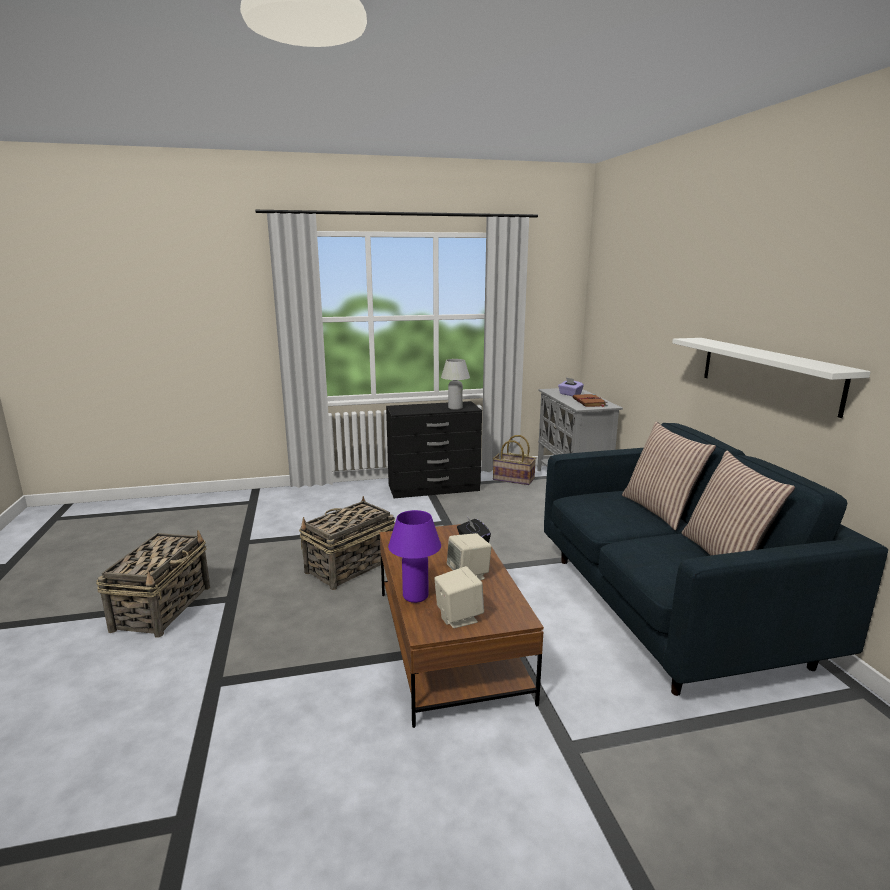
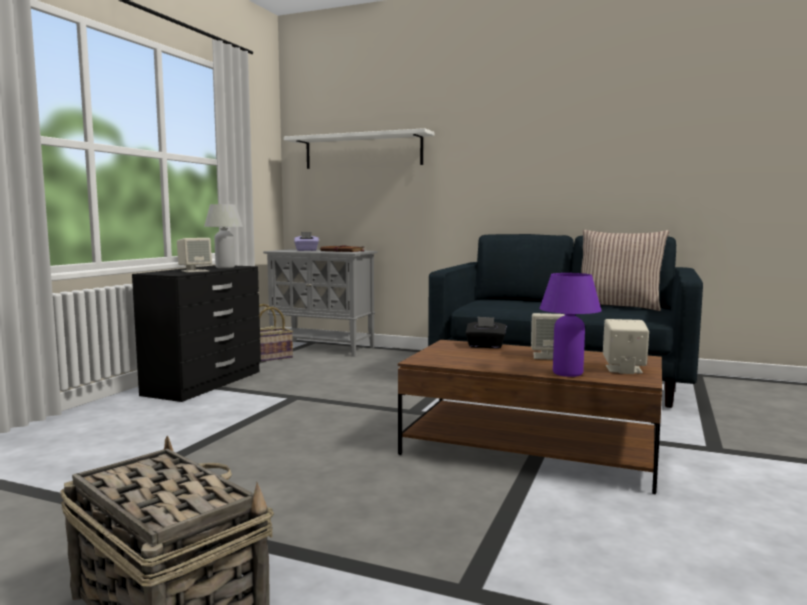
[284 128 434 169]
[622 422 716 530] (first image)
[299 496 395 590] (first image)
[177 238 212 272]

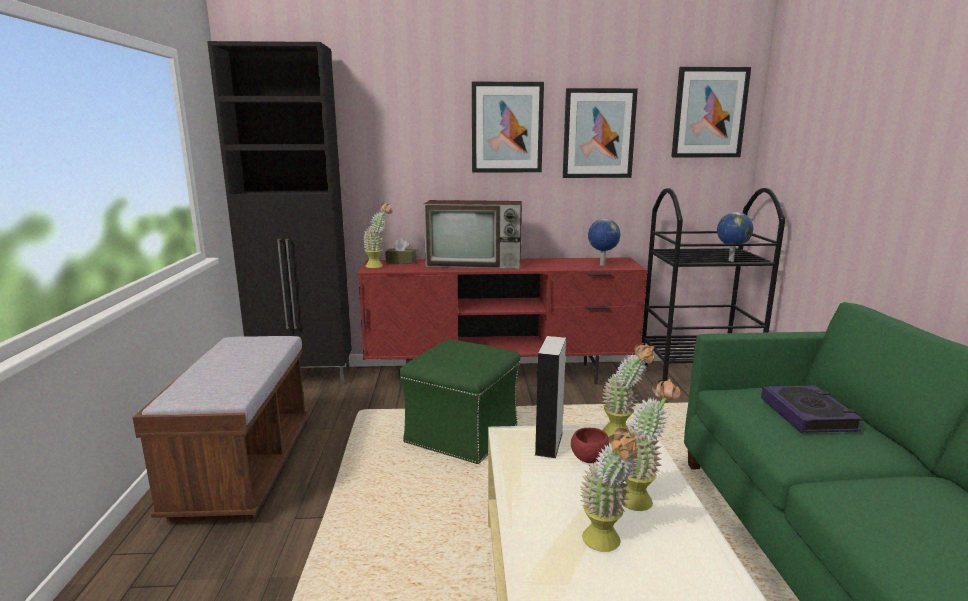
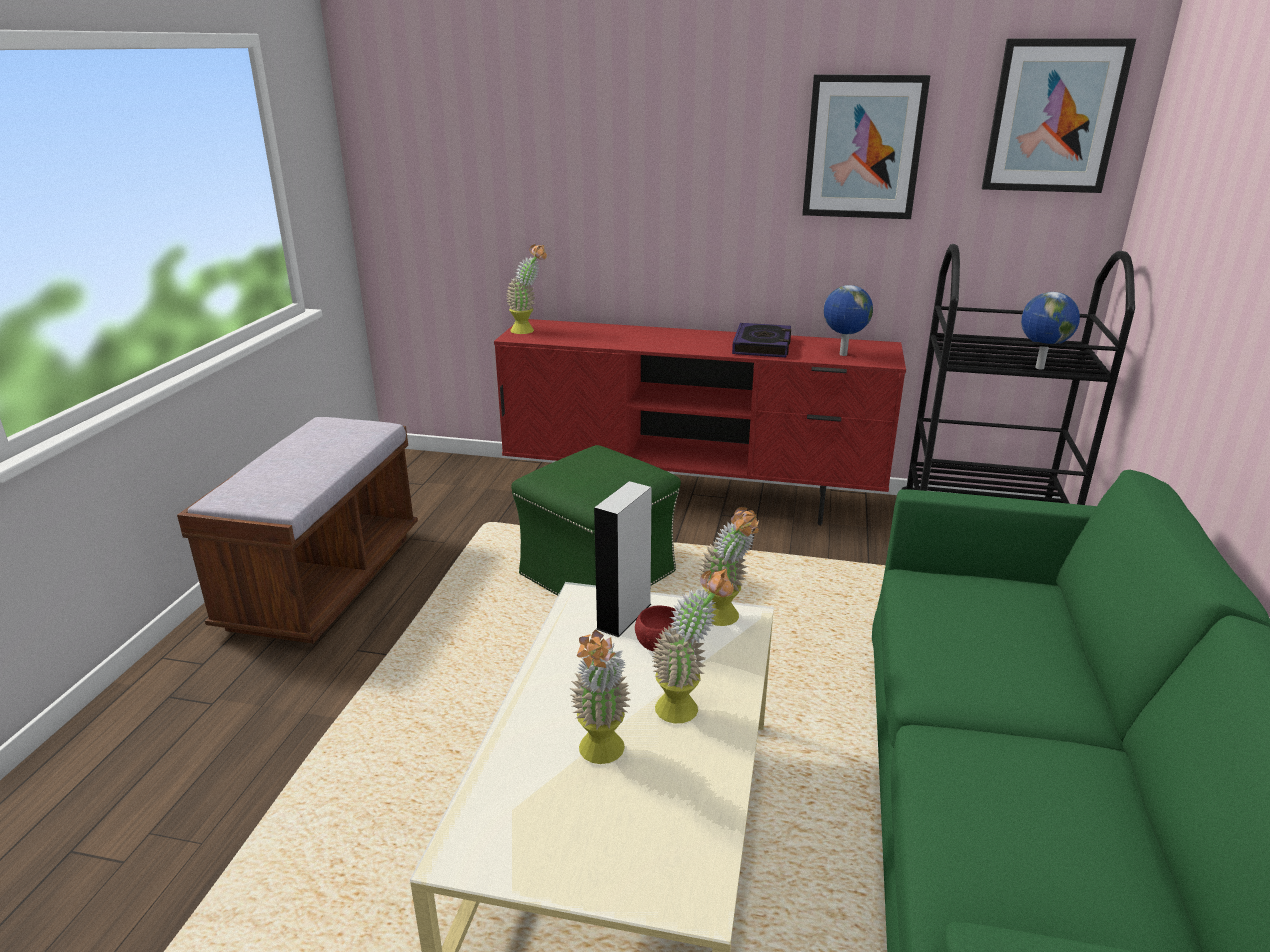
[207 41 352 385] (first image)
[472 82 544 173] (first image)
[424 200 522 269] (first image)
[385 238 417 264] (first image)
[732 323 791 358]

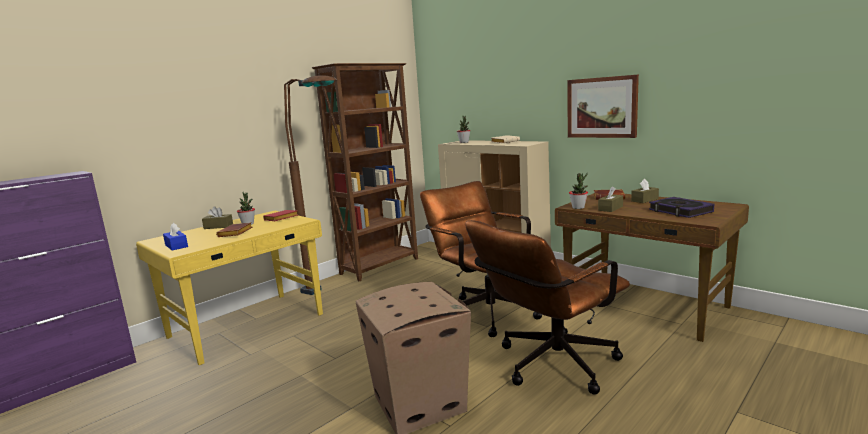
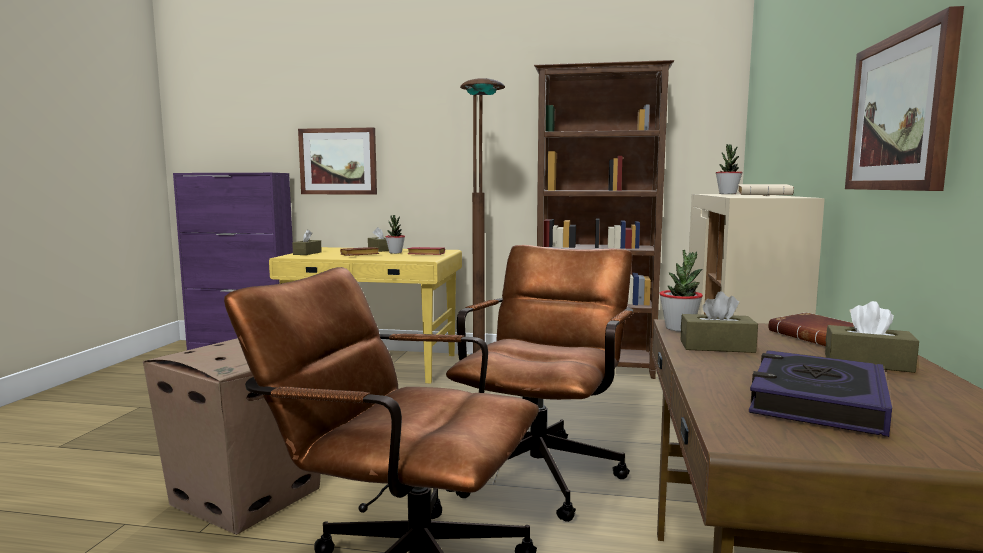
[292 229 322 255]
[298 128 377 195]

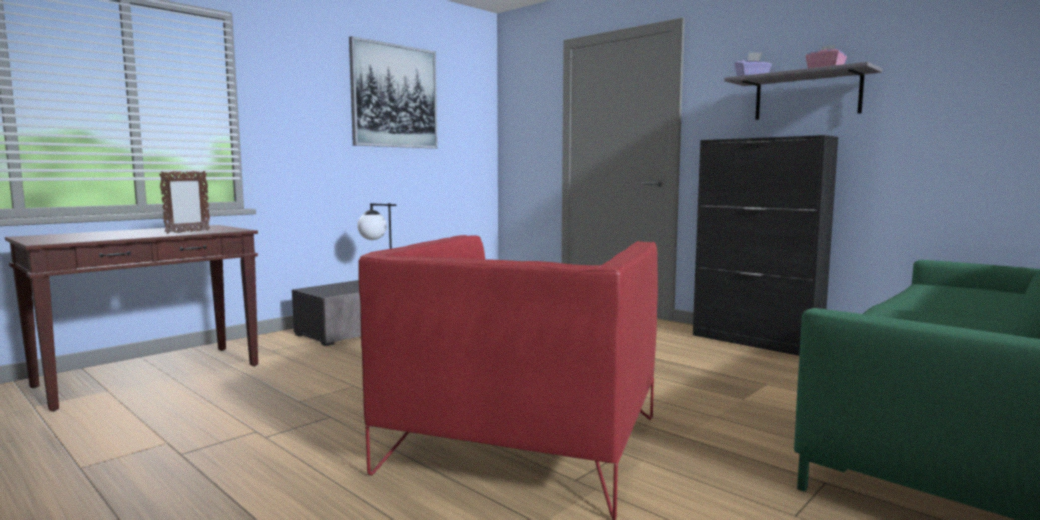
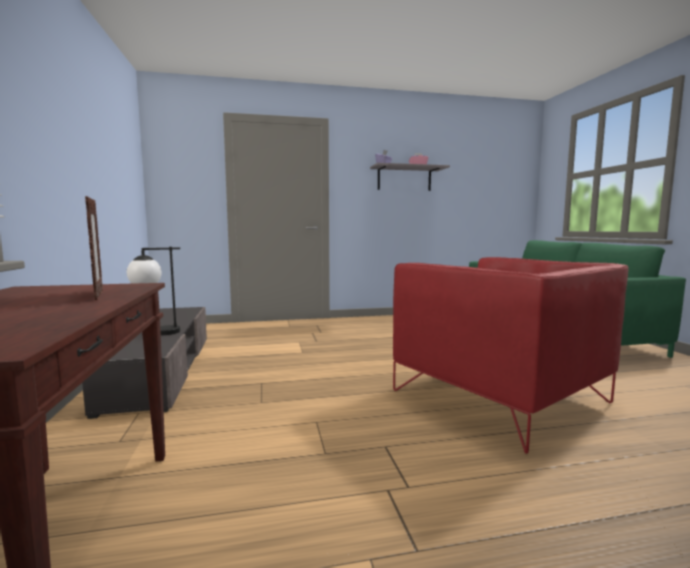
[349 36 438 148] (first image)
[693 135 838 356] (first image)

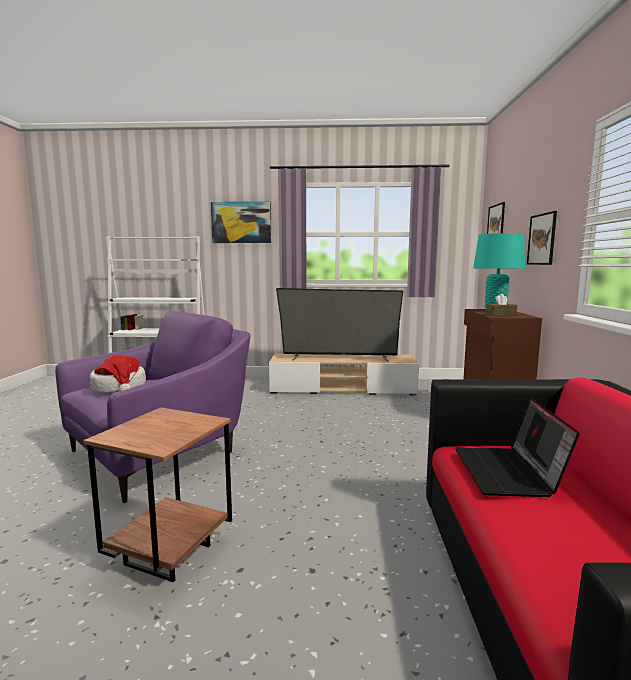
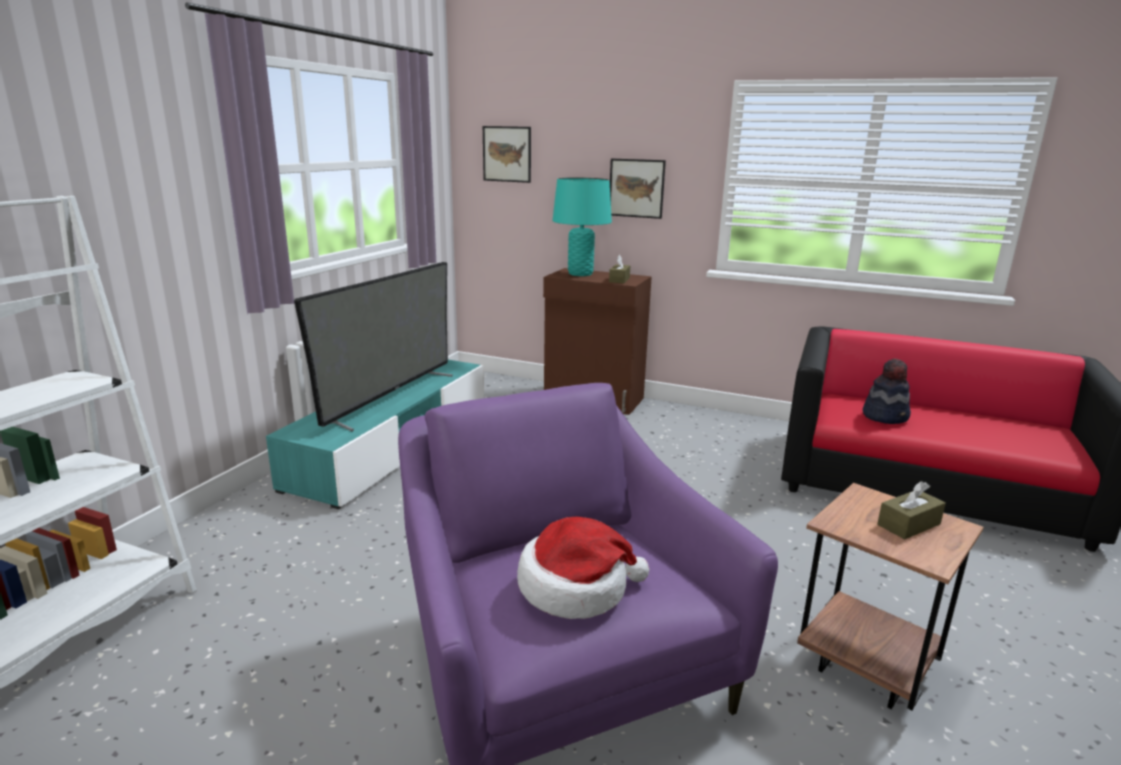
[211 202 271 243] (first image)
[266 360 484 509]
[863 359 911 424]
[877 481 946 539]

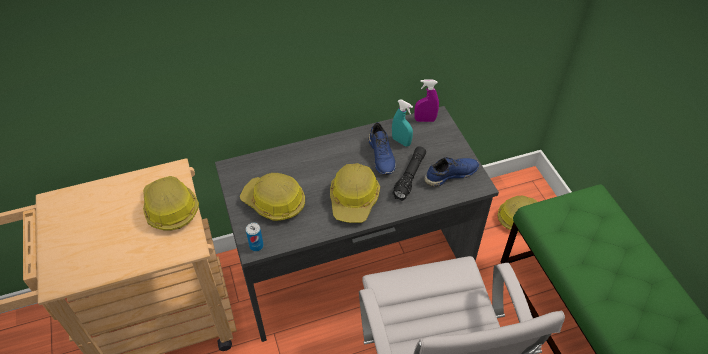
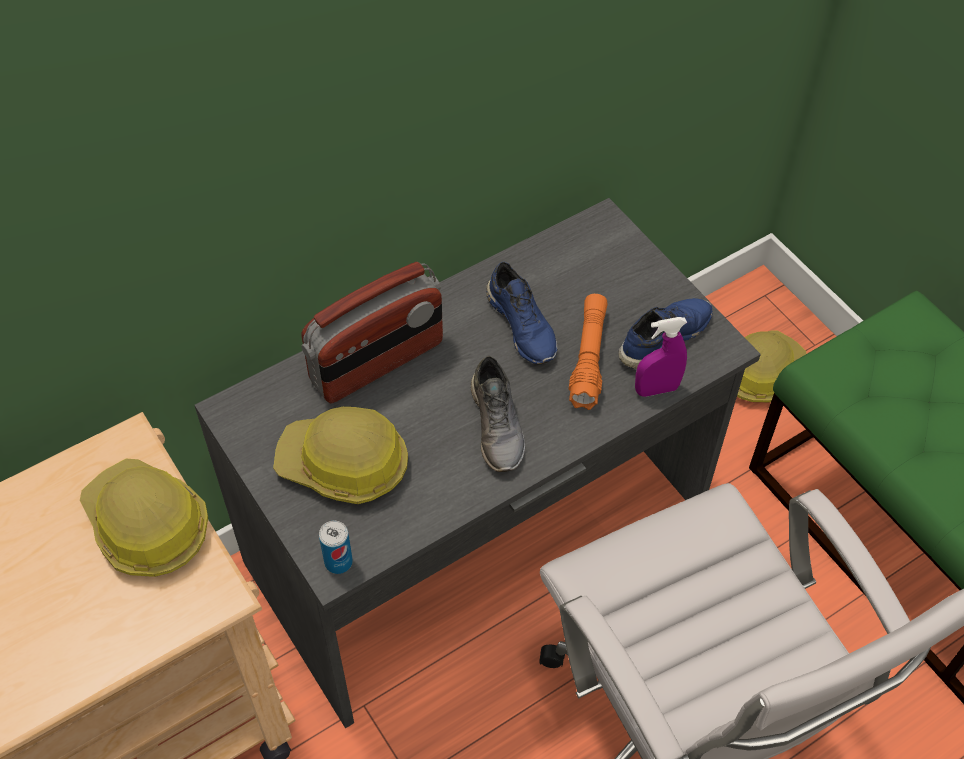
[635 317 687 397]
[392 99 413 146] (first image)
[569 294 608 410]
[471 356 525 472]
[301 262 443 403]

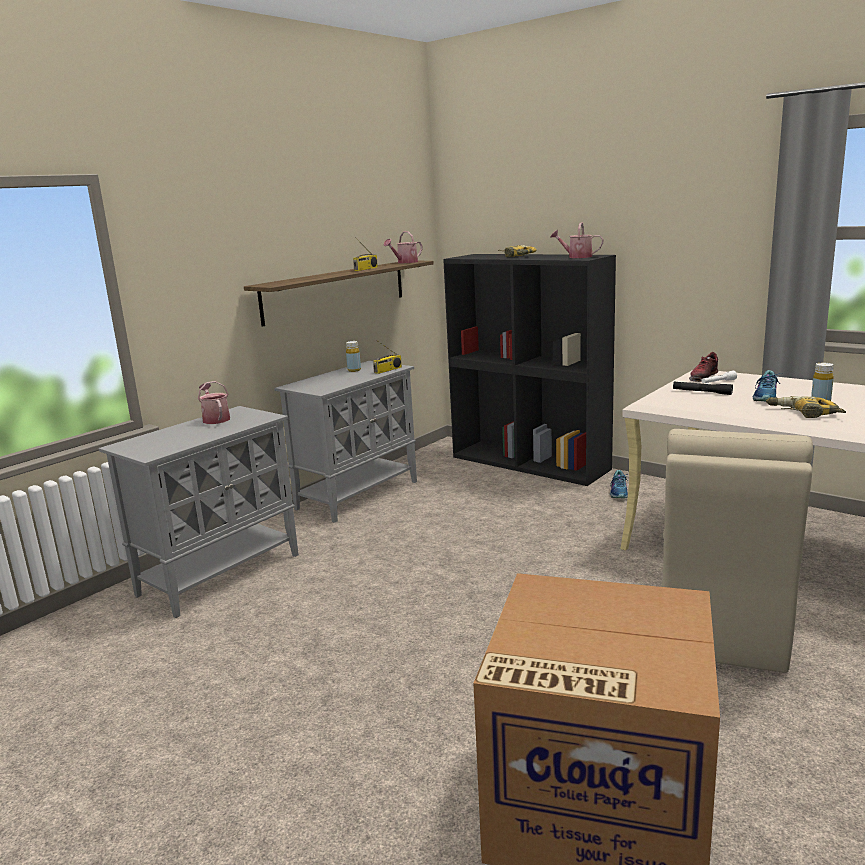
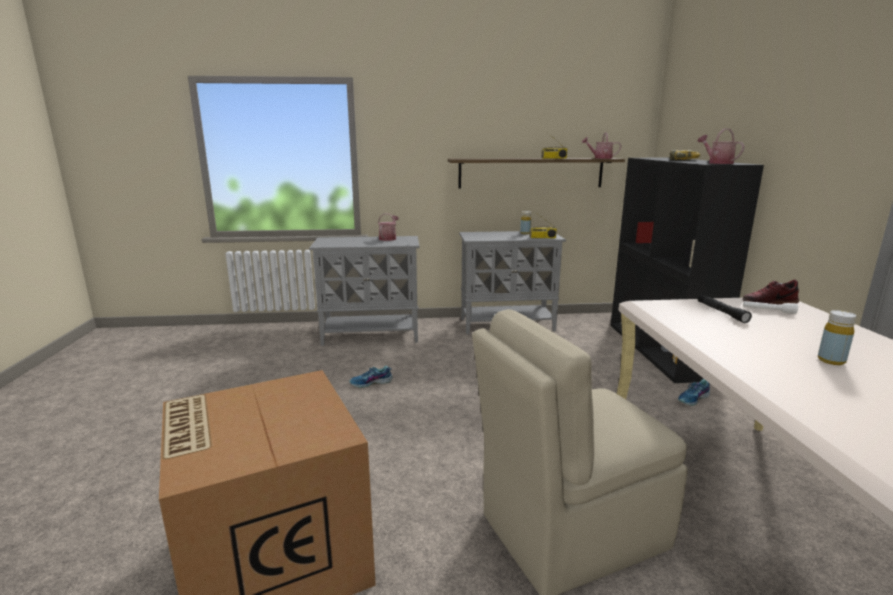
[350 366 393 388]
[766 396 846 418] (first image)

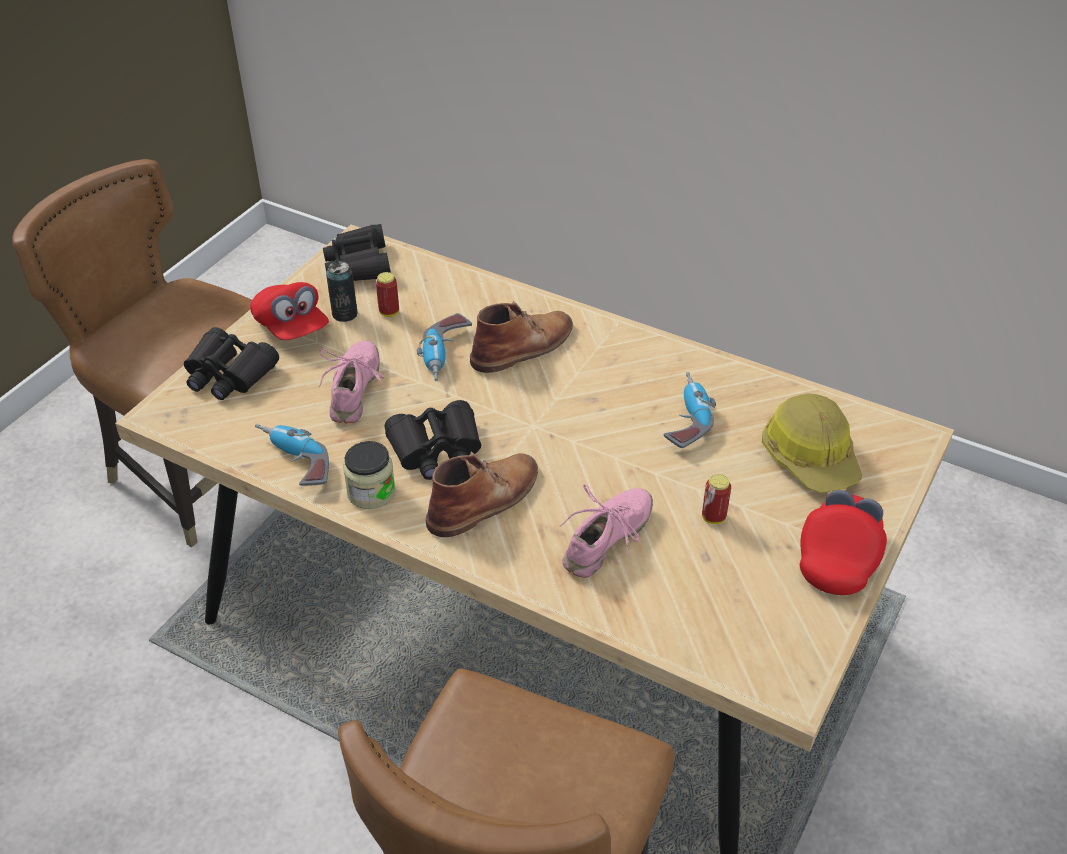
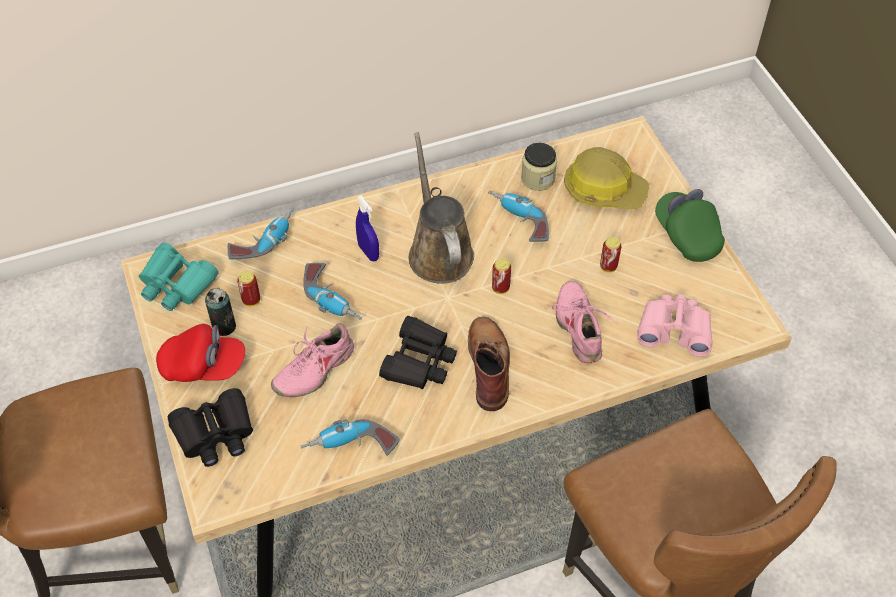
[139 243 218 311]
[356 195 379 261]
[271 323 354 397]
[521 143 557 191]
[655 189 725 262]
[409 132 474 284]
[228 208 294 259]
[492 258 511 294]
[637 295 713 357]

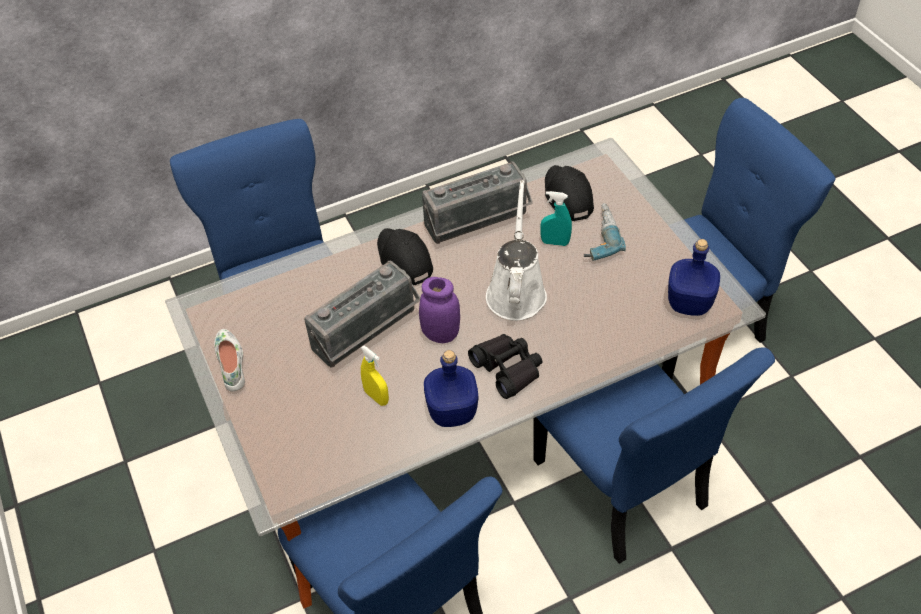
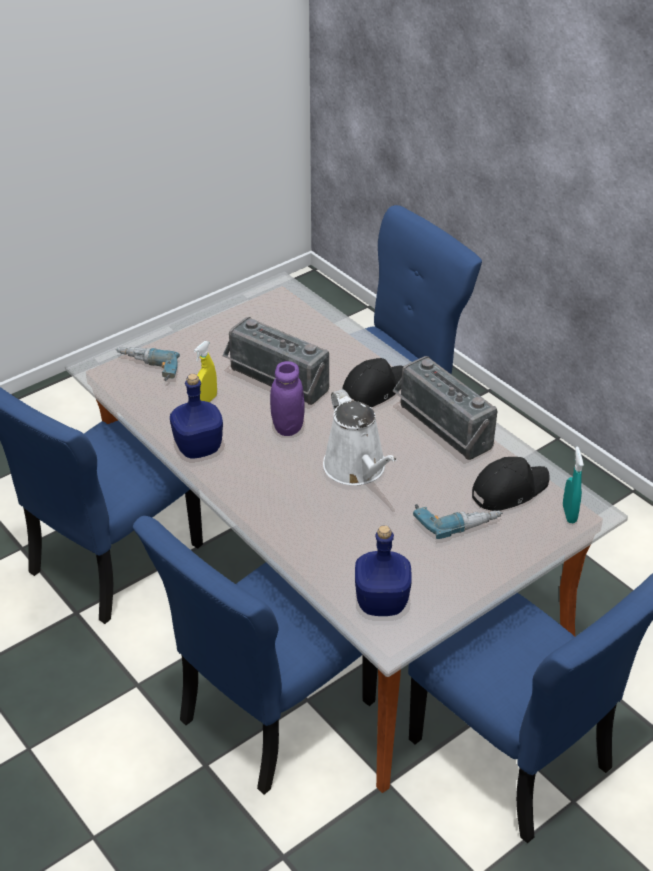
[323 389 397 486]
[563 446 584 523]
[214 329 245 392] (first image)
[468 334 542 399] (first image)
[116 347 180 381]

